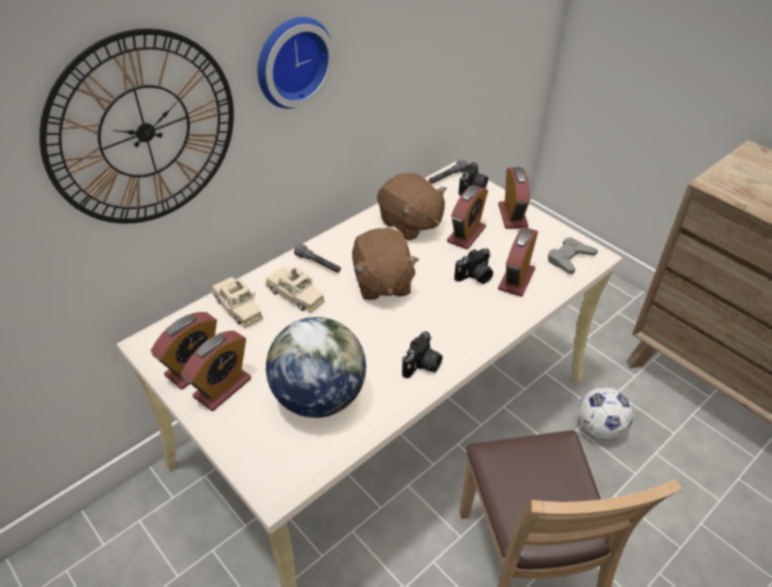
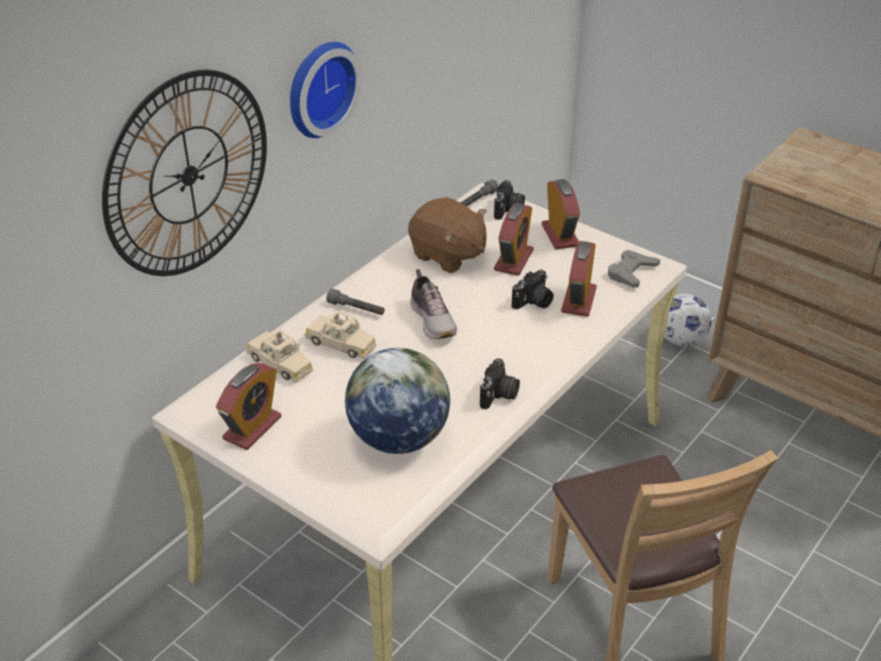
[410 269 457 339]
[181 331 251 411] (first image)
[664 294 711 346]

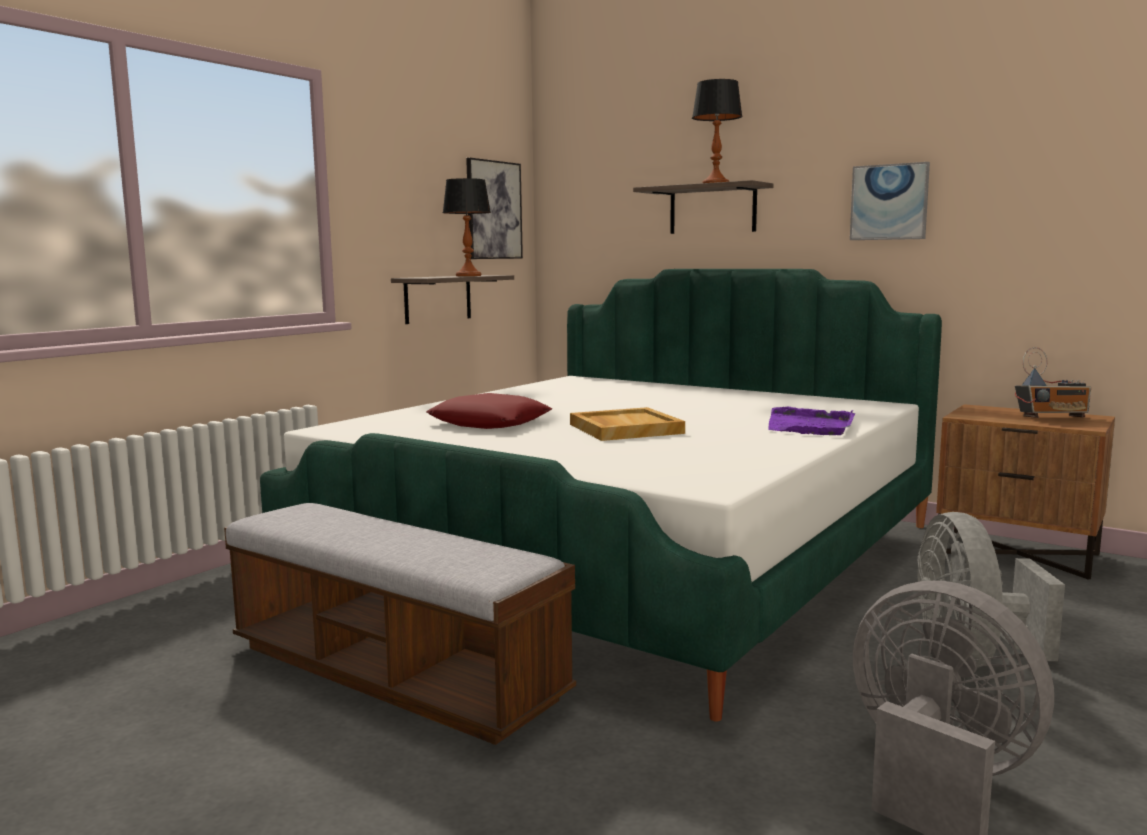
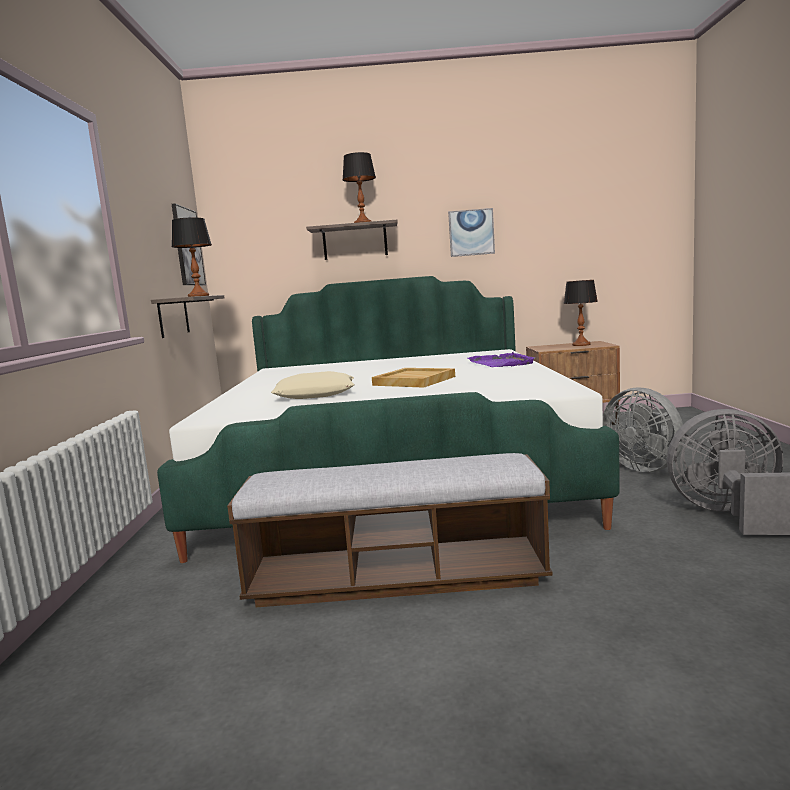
[564 280 598 346]
[271 371 355 399]

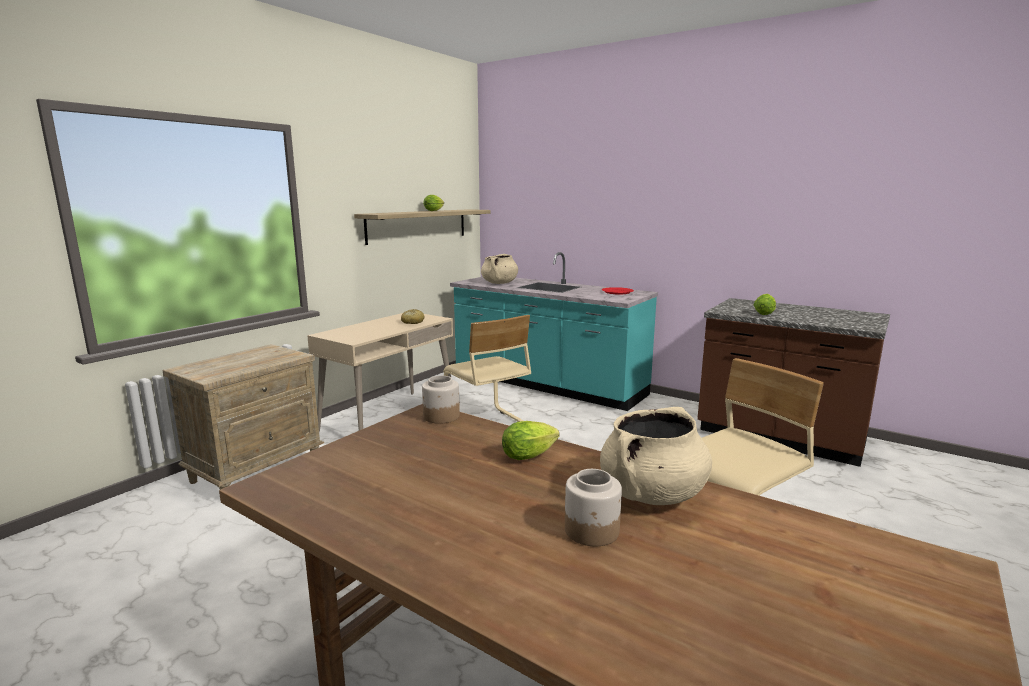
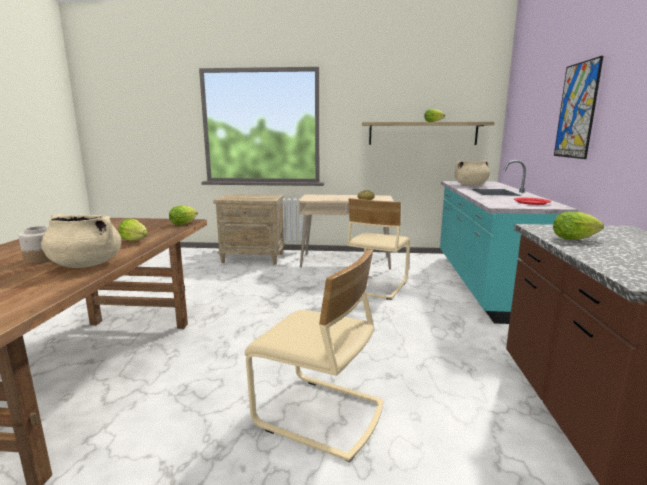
[169 205 198 225]
[554 56 603 159]

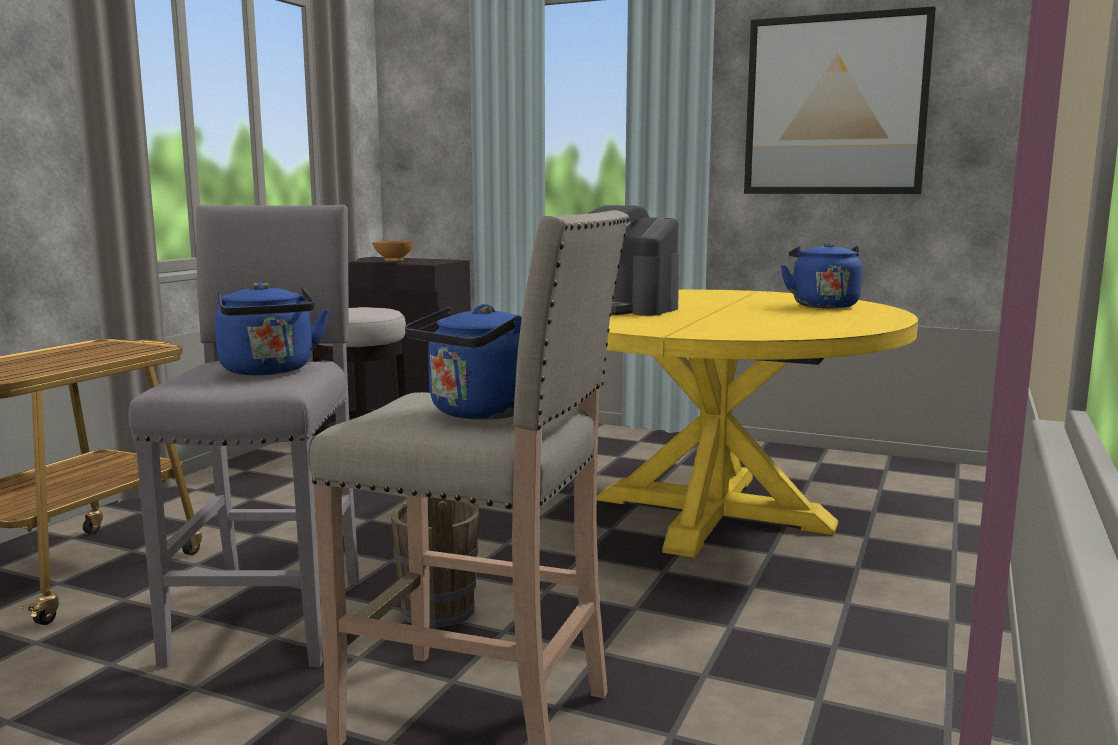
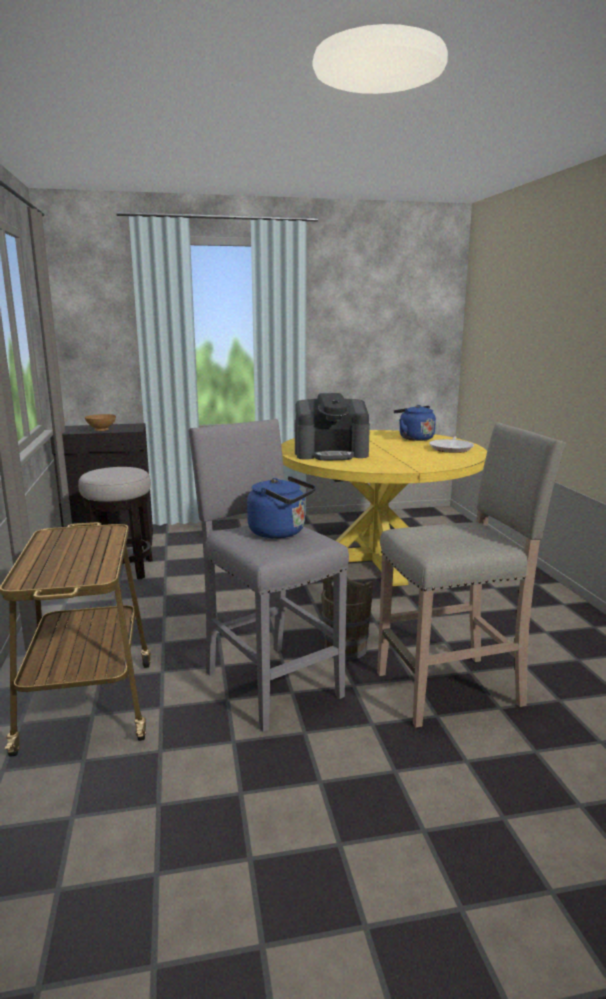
[744 6 936 194] (first image)
[405 304 522 420] (first image)
[429 436 474 453]

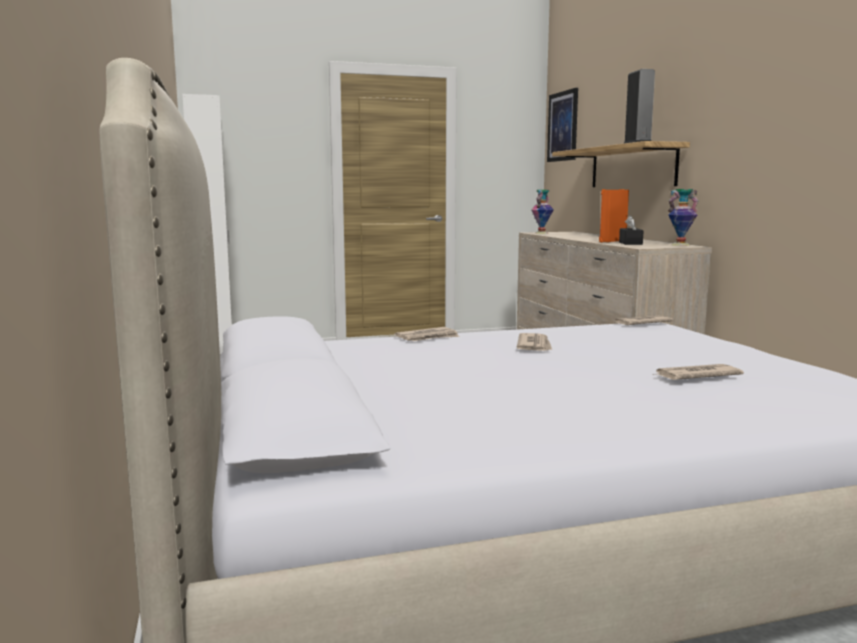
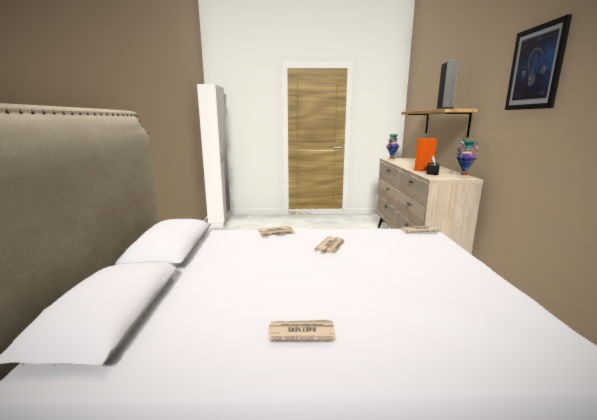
[505 14 572 110]
[268 320 336 341]

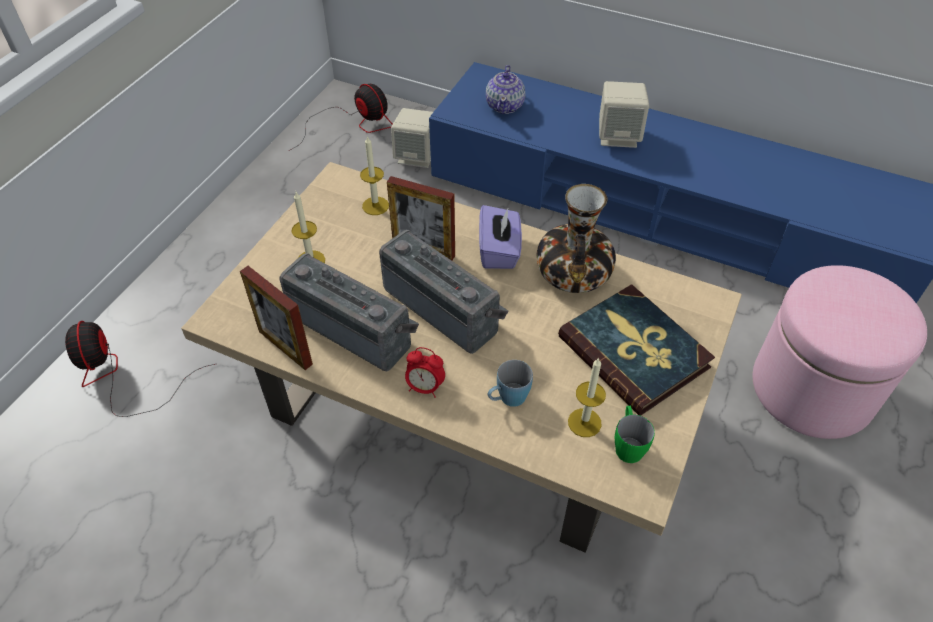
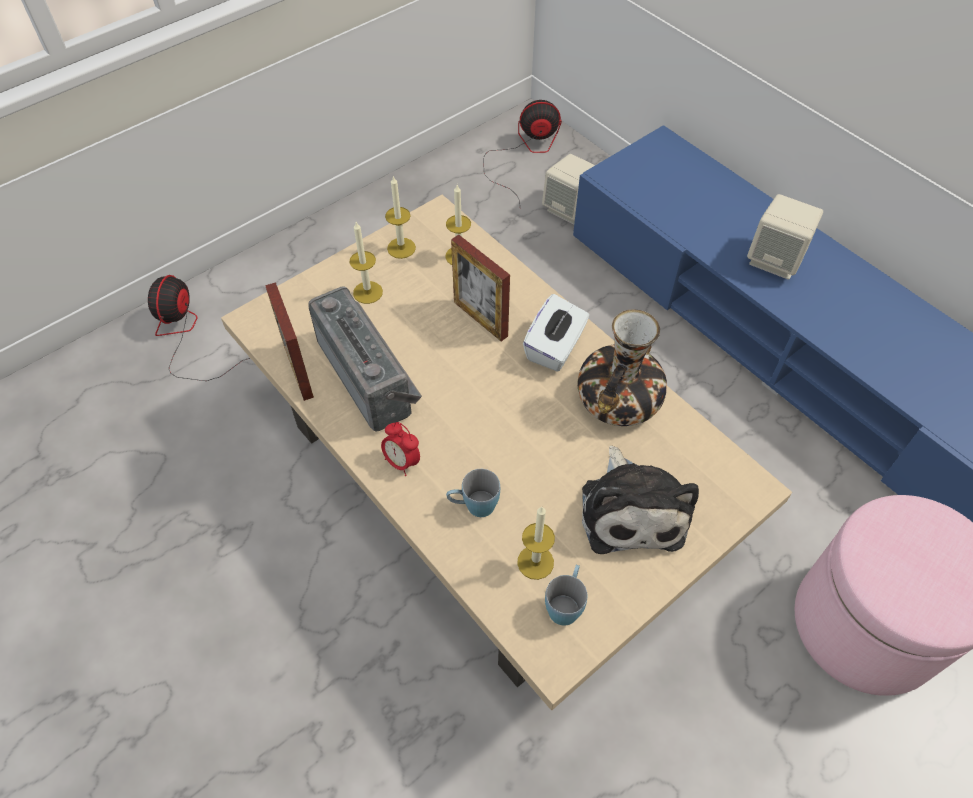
[486 65 525 114] (first image)
[483 100 562 203]
[523 294 589 372]
[379 230 508 354] (first image)
[582 446 699 554]
[545 565 588 626]
[385 176 416 259]

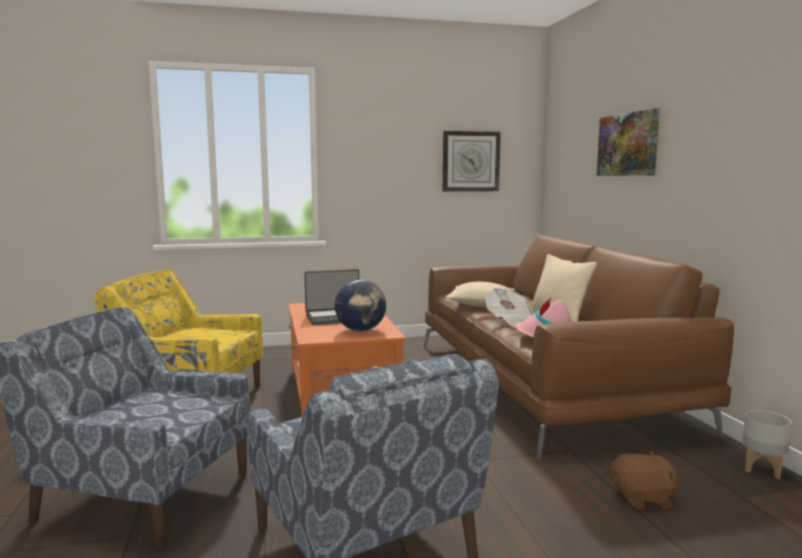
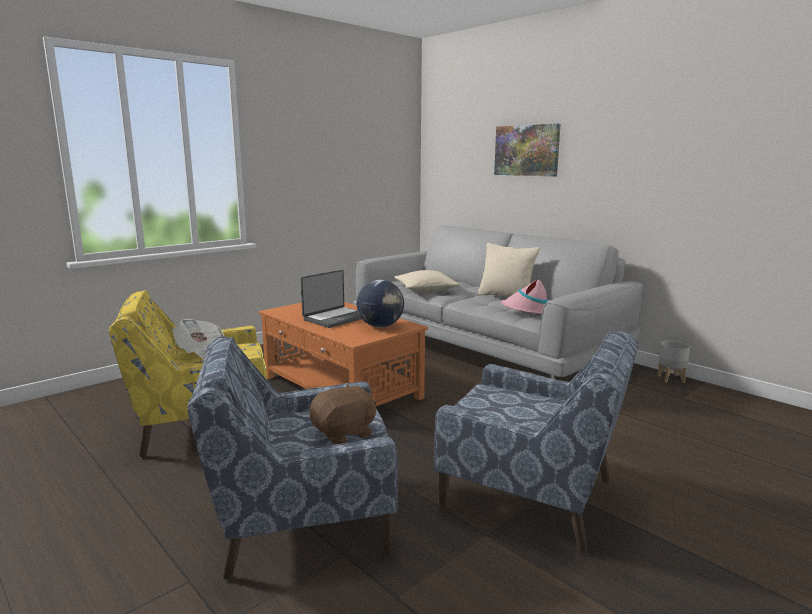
[443 131 501 192] (first image)
[353 225 643 379]
[172 319 224 360]
[310 384 377 444]

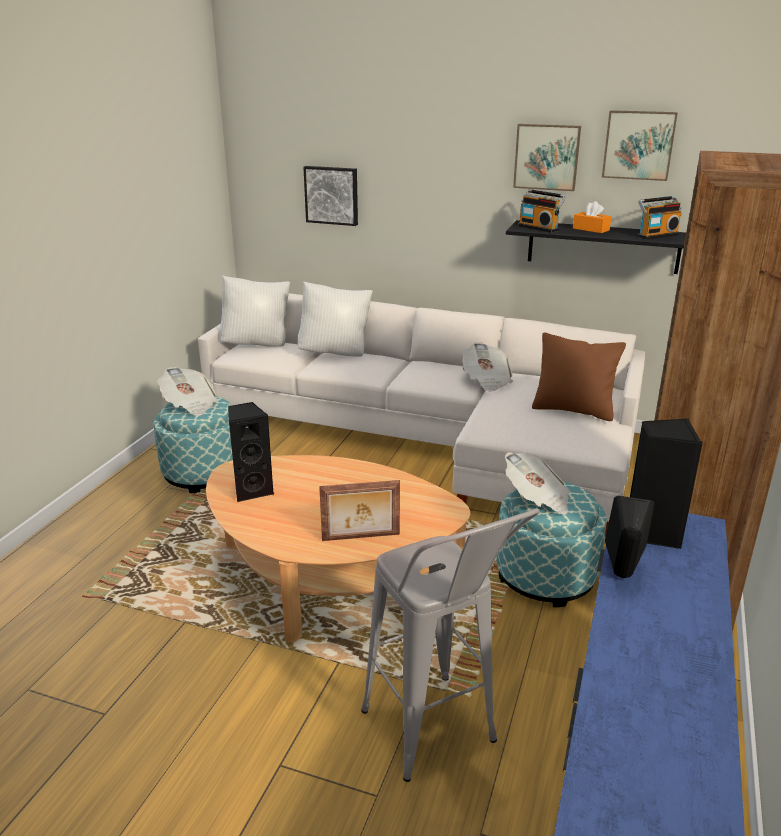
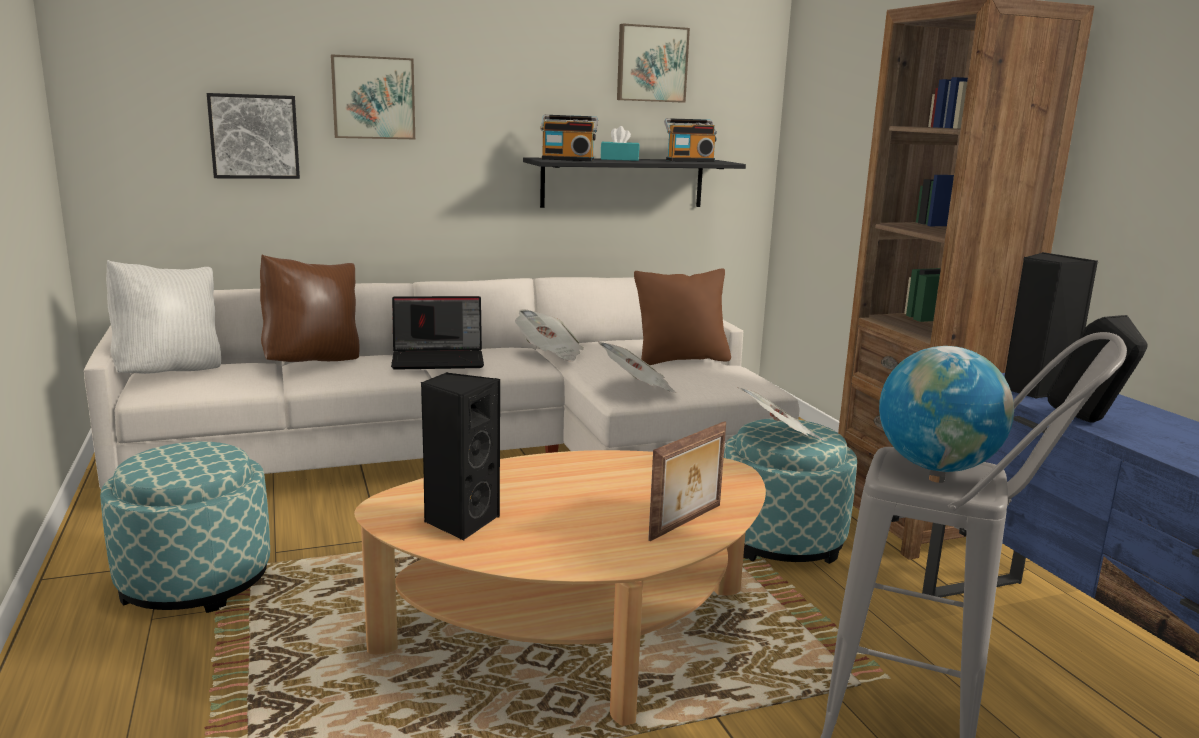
[331 54 415 139]
[664 118 717 162]
[600 126 640 161]
[260 255 359 362]
[598 342 676 393]
[391 296 484 370]
[879 346 1014 472]

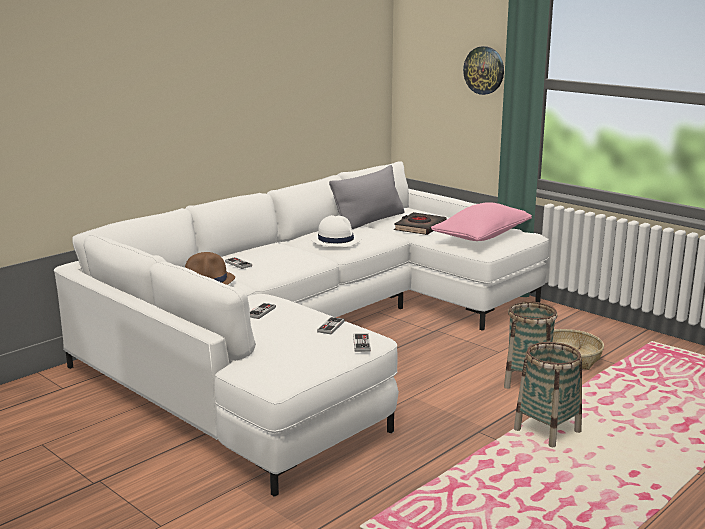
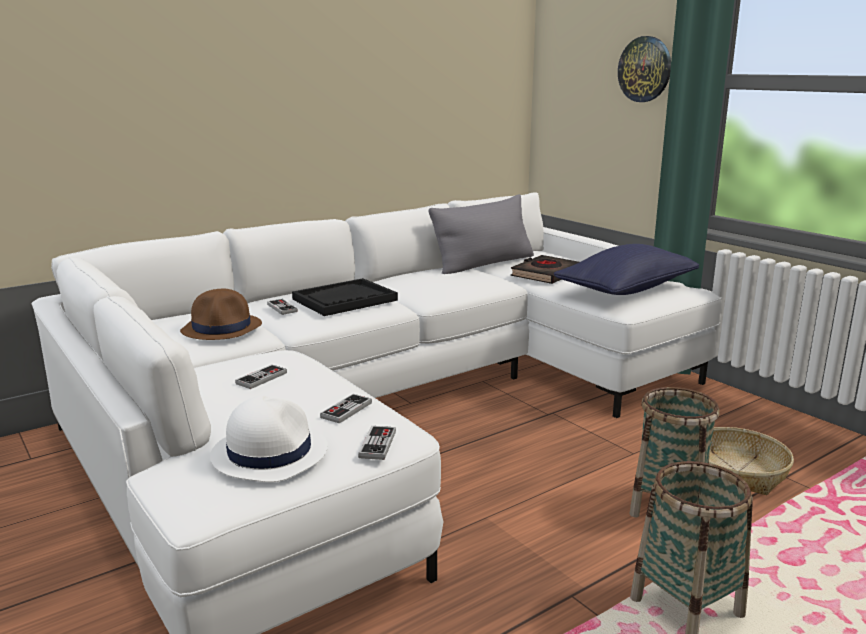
[554 244 699 295]
[210 395 328 482]
[292 278 398 316]

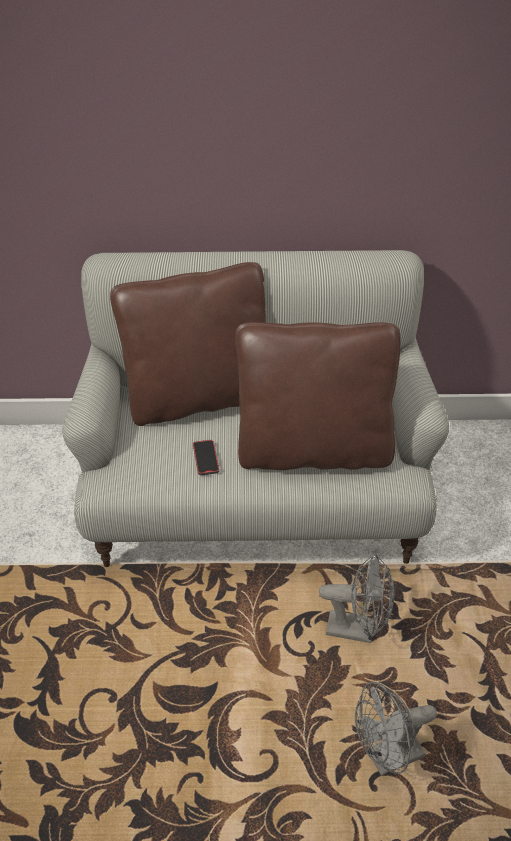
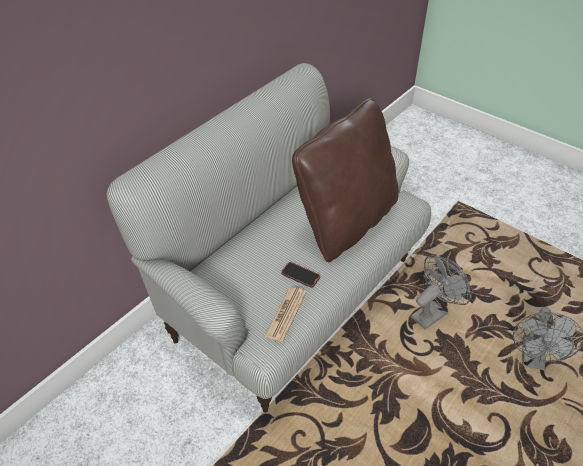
[110 262 266 426] (first image)
[264 287 306 342]

